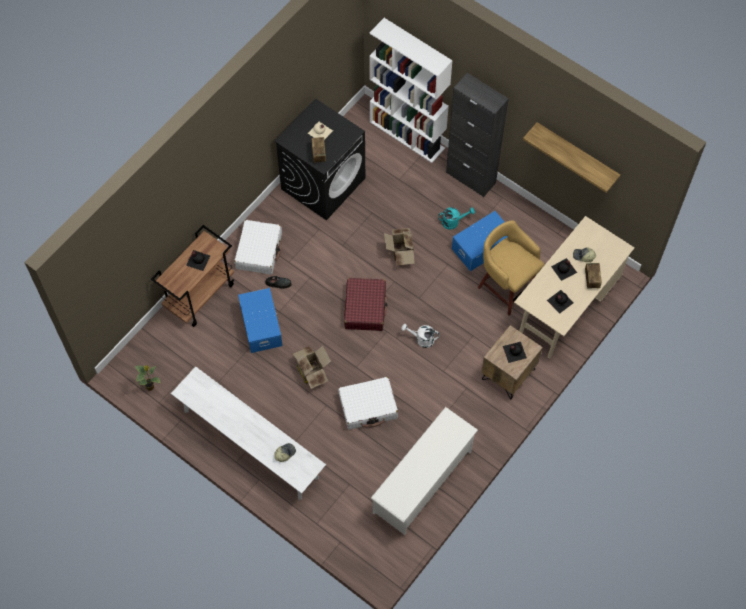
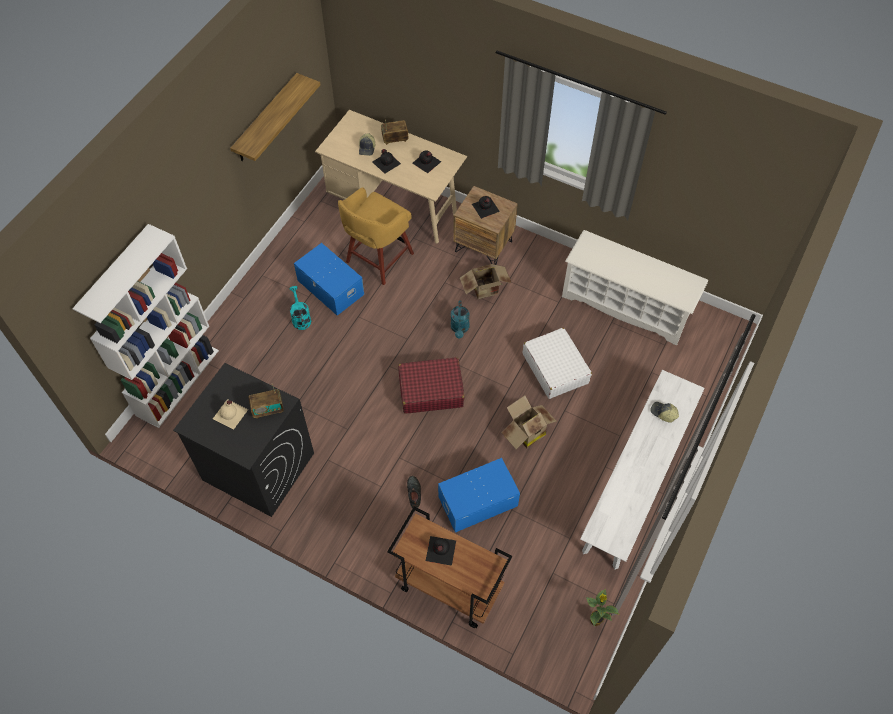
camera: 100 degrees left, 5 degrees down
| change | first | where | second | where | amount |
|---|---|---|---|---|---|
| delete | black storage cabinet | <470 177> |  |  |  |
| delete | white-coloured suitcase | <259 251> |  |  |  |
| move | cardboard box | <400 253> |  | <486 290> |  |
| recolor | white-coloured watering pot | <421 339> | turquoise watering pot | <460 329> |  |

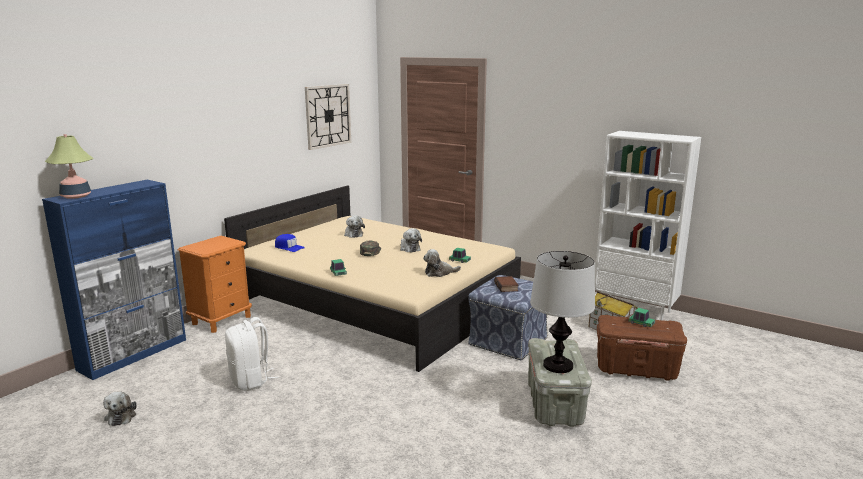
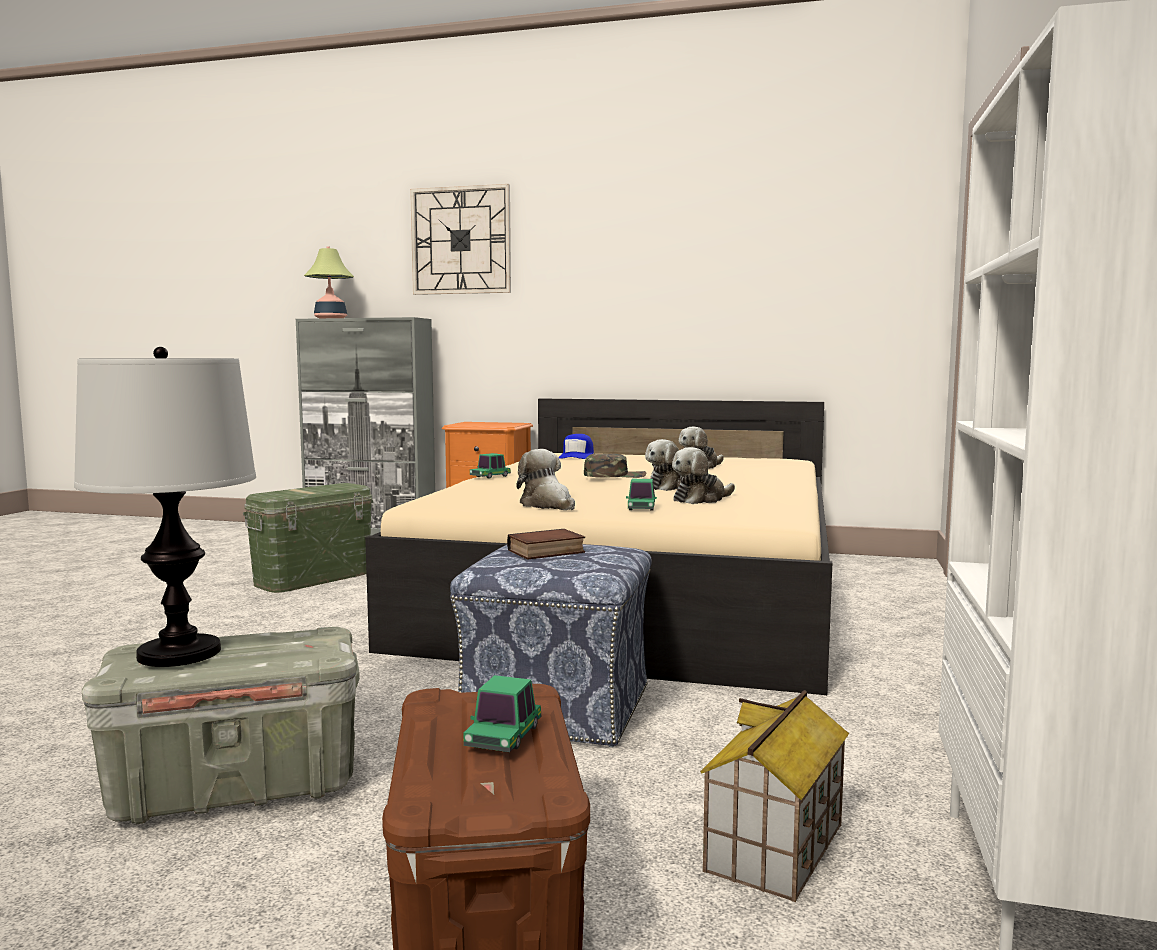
camera: 70 degrees right, 10 degrees down
| change | first | where | second | where | amount |
|---|---|---|---|---|---|
| move | hanging clock | <328 116> |  | <461 240> |  |
| recolor | bluish storage cabinet | <134 354> | grey storage cabinet | <371 534> |  |
| replace | white-coloured rucksack | <250 381> | green storage box | <313 578> |  |
| move | soft toy | <121 416> |  | <701 499> |  |

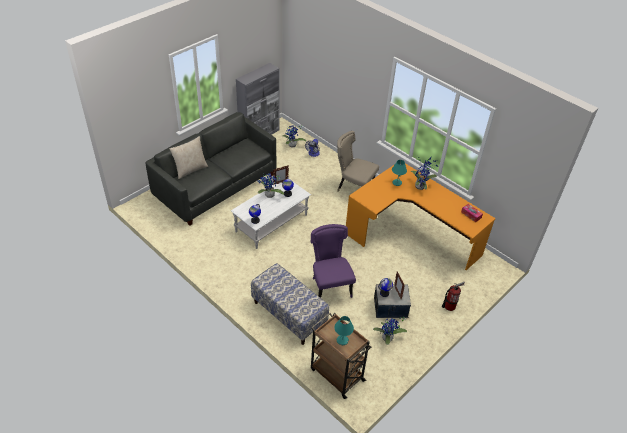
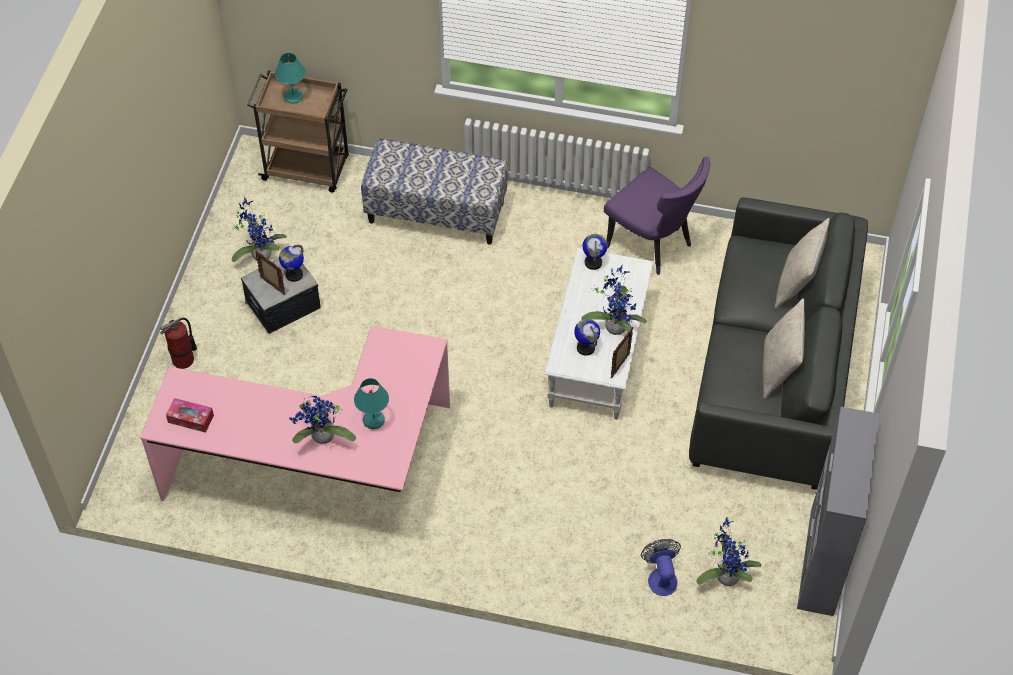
camera: 150 degrees right, 10 degrees up
| change | first | where | second | where | amount |
|---|---|---|---|---|---|
| delete | sand-coloured chair | <353 189> |  |  |  |
| recolor | orange-coloured desk unit | <412 234> | pink-coloured desk unit | <321 474> |  |
| move | purple-coloured chair | <329 287> |  | <653 245> |  |
| insert |  |  | sand-coloured cushion | <779 369> |  |

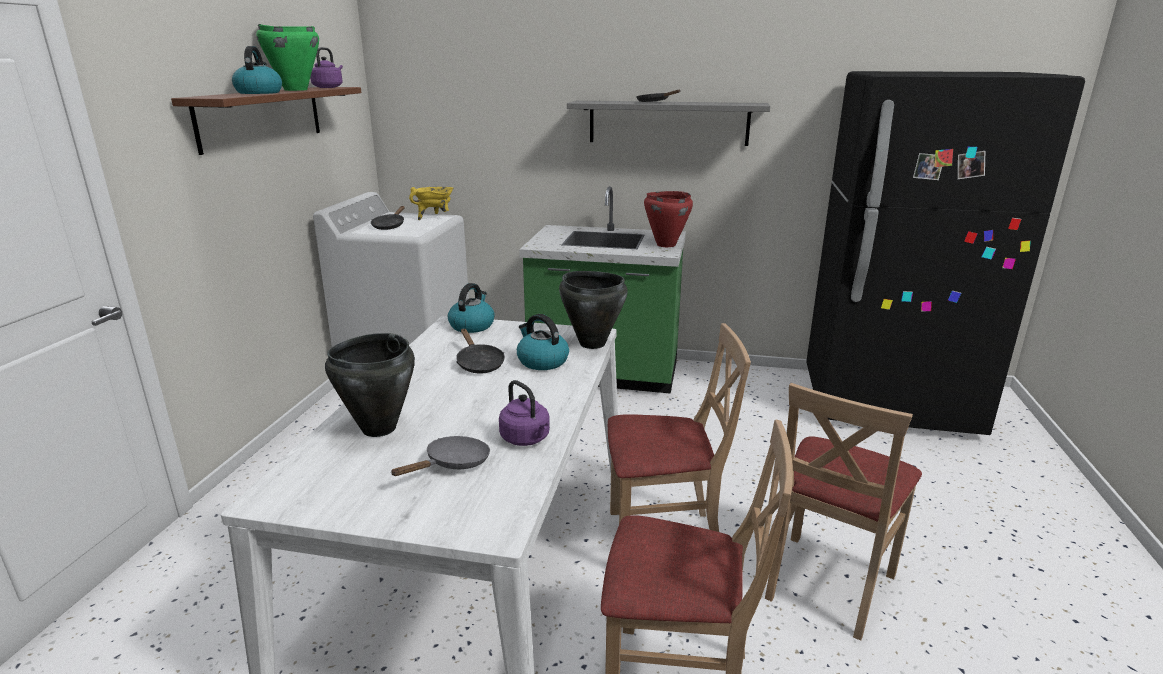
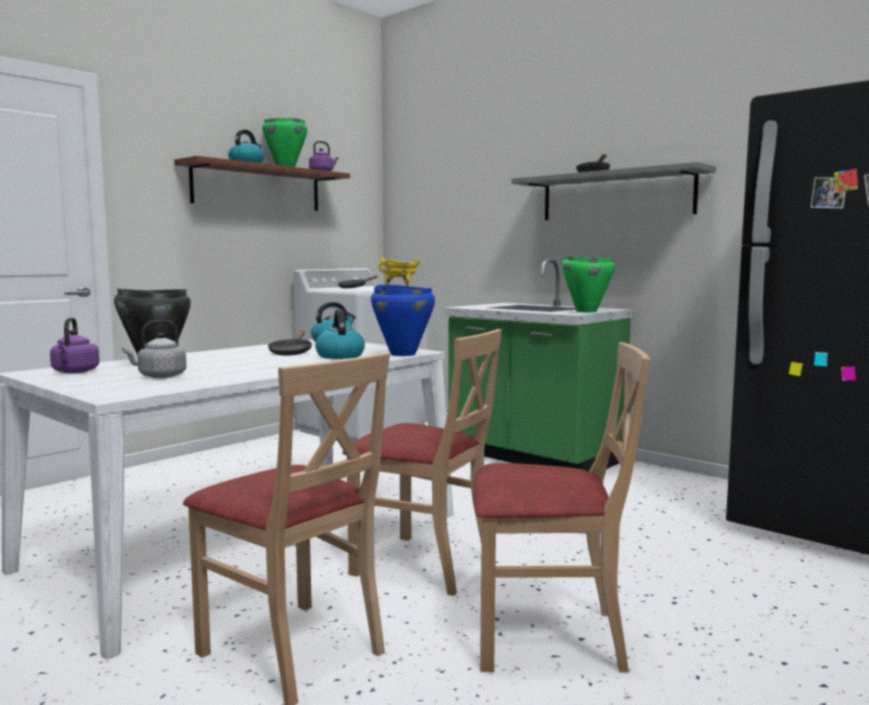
camera: 30 degrees right, 15 degrees down
| change | first | where | second | where | amount |
|---|---|---|---|---|---|
| recolor | red-coloured stockpot | <665 245> | green stockpot | <586 311> |  |
| recolor | black stockpot | <592 343> | bluish stockpot | <403 354> |  |
| move | purple-coloured tea kettle | <526 439> |  | <75 372> |  |
| rotate | sand-coloured chair | <827 583> |  | <548 637> | 150 degrees counterclockwise |
| replace | grey frying pan | <453 464> | grey tea kettle | <159 376> |  |

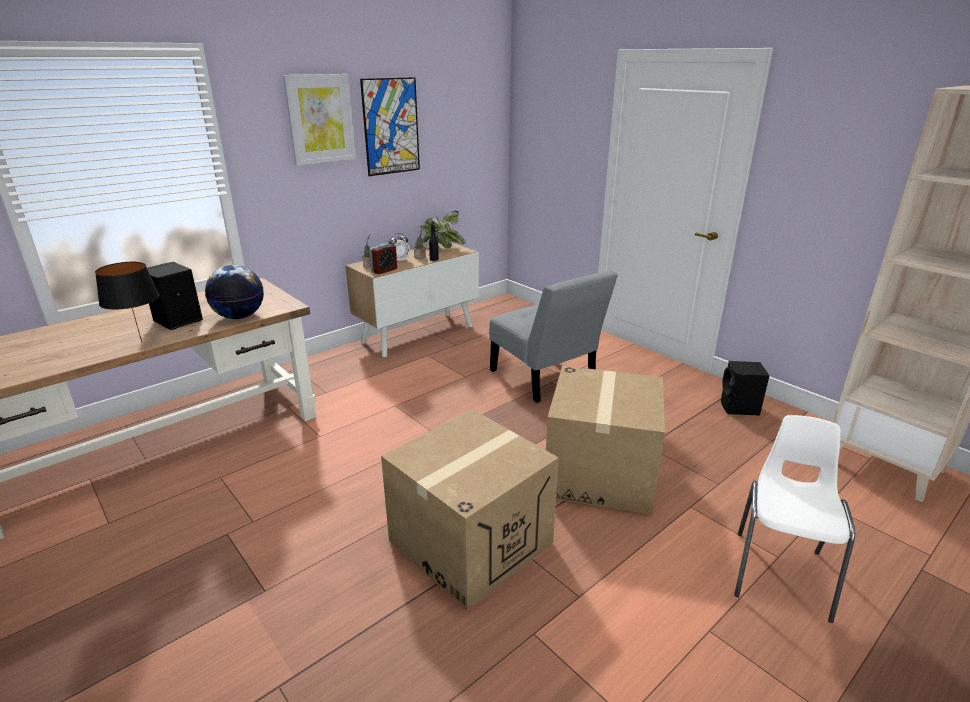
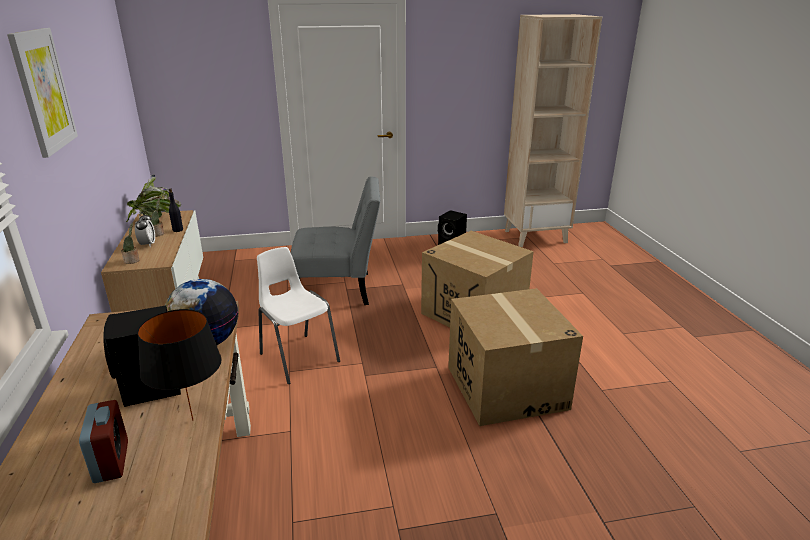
camera: 60 degrees left, 0 degrees up
| change | first | where | second | where | amount |
|---|---|---|---|---|---|
| delete | wall picture | <391 126> |  |  |  |
| move | table clock | <384 270> |  | <111 461> |  |
| move | white-coloured chair | <780 572> |  | <298 357> |  |

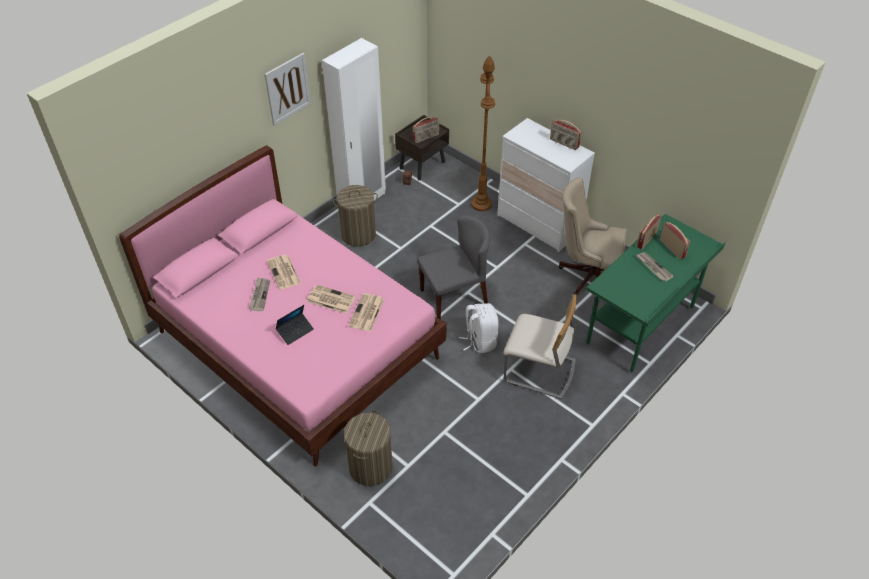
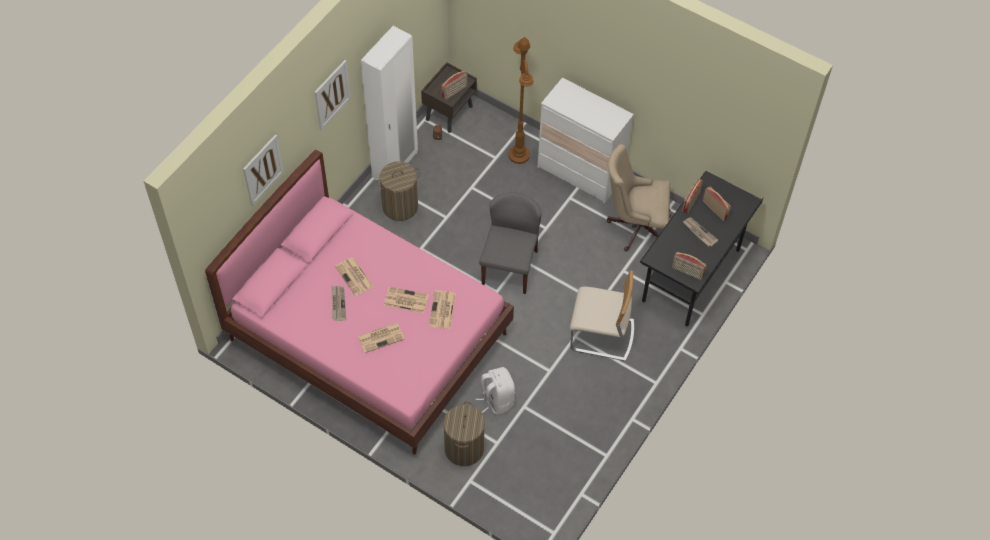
camera: 10 degrees left, 10 degrees up
| change | first | where | second | where | amount |
|---|---|---|---|---|---|
| move | radio set | <564 143> |  | <687 272> |  |
| recolor | green desk unit | <640 326> | black desk unit | <691 276> |  |
| rotate | grey chair | <454 297> |  | <509 267> | 45 degrees counterclockwise |
| move | white-coloured rucksack | <480 341> |  | <496 400> |  |
| replace | laptop | <295 331> | newspaper | <381 337> |  |
| insert |  |  | wall picture | <263 170> |  |

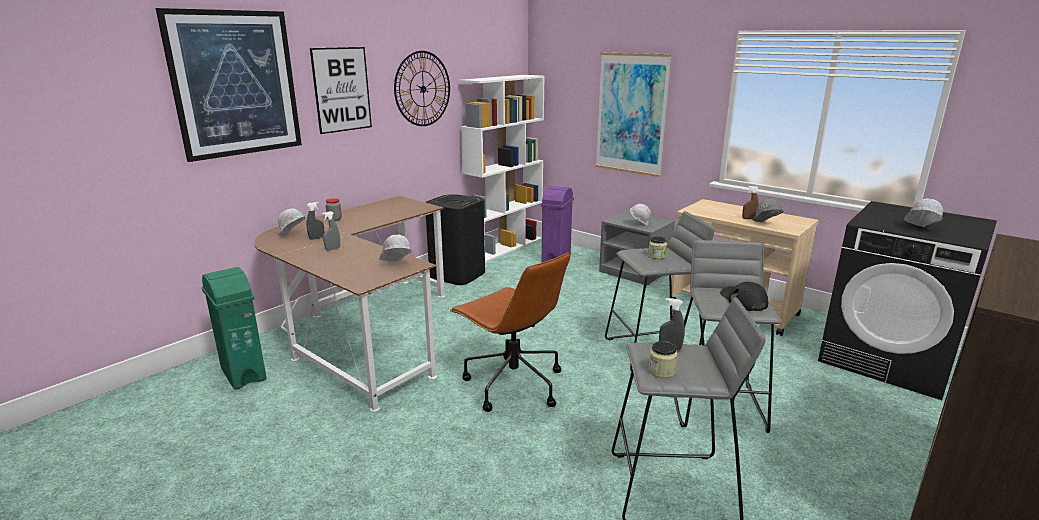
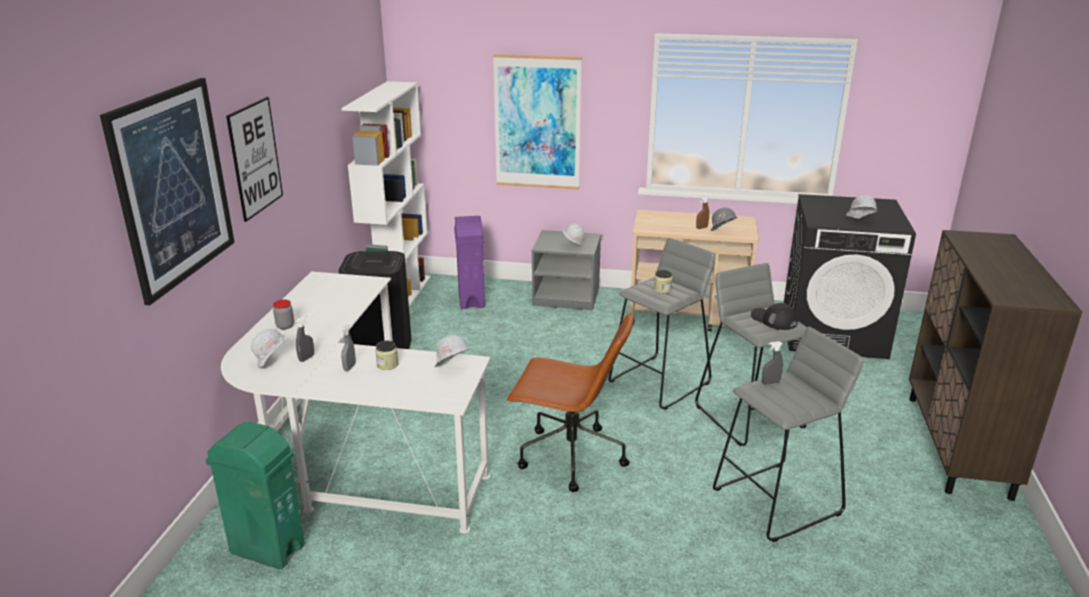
camera: 30 degrees left, 5 degrees up
| change | first | where | second | where | amount |
|---|---|---|---|---|---|
| delete | hanging clock | <423 89> |  |  |  |
| recolor | brown desk unit | <363 334> | white-coloured desk unit | <353 455> |  |
| move | jar | <661 371> |  | <387 365> |  |

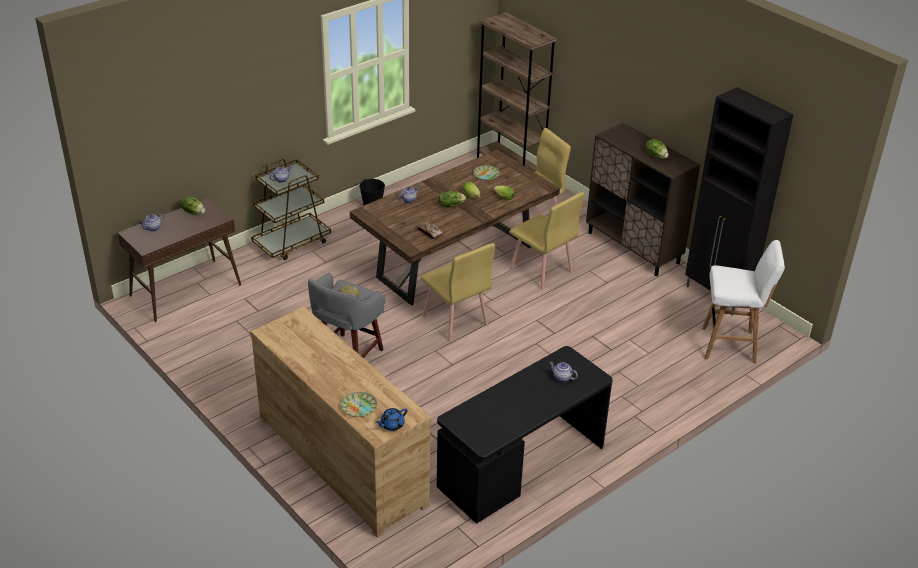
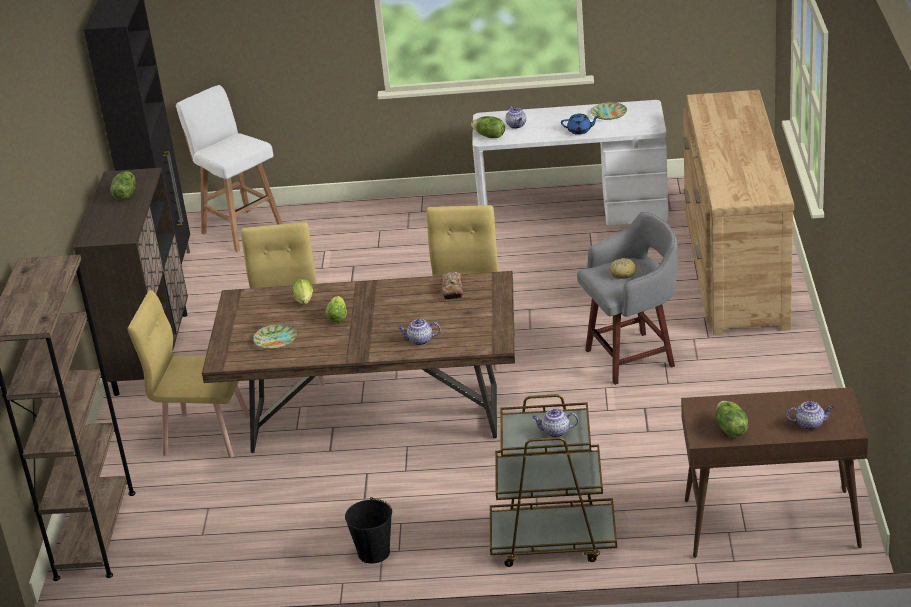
camera: 135 degrees left, 5 degrees down
| change | first | where | second | where | amount |
|---|---|---|---|---|---|
| move | lettuce | <451 205> |  | <489 136> |  |
| recolor | black desk unit | <522 466> | white-coloured desk unit | <573 211> |  |
| move | dinner plate | <359 406> |  | <608 114> |  |
| move | bluish teapot | <391 425> |  | <580 131> |  |

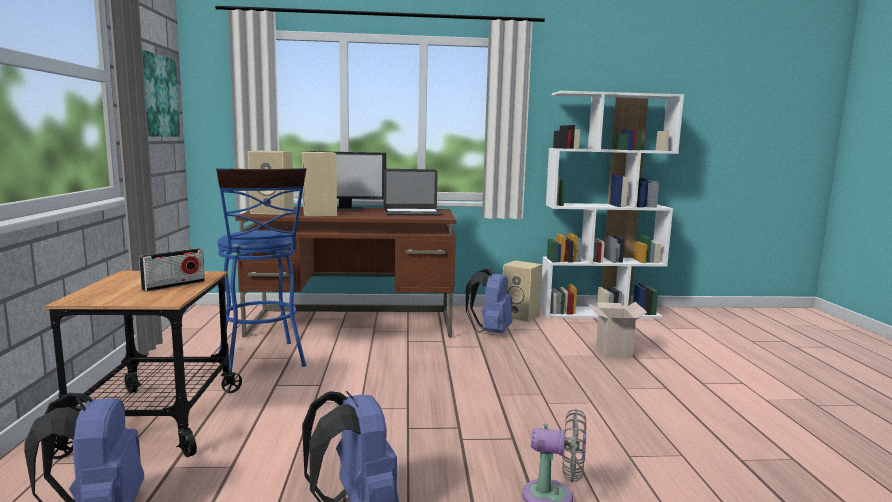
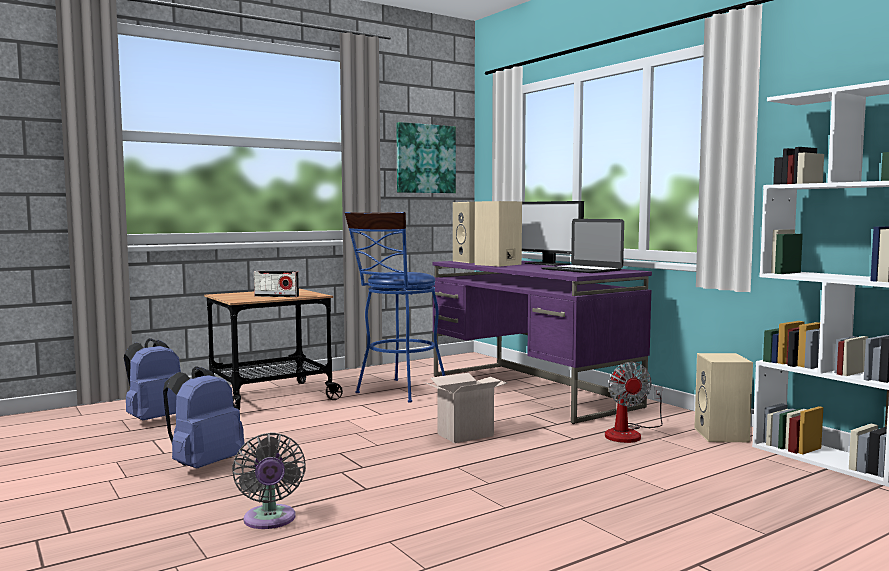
camera: 60 degrees right, 5 degrees down
| change | first | where | second | where | amount |
|---|---|---|---|---|---|
| recolor | brown desk unit | <353 324> | purple-coloured desk unit | <531 391> |  |
| replace | bluish rucksack | <490 332> | fan | <629 433> |  |
| move | cardboard box | <612 351> |  | <466 434> |  |

